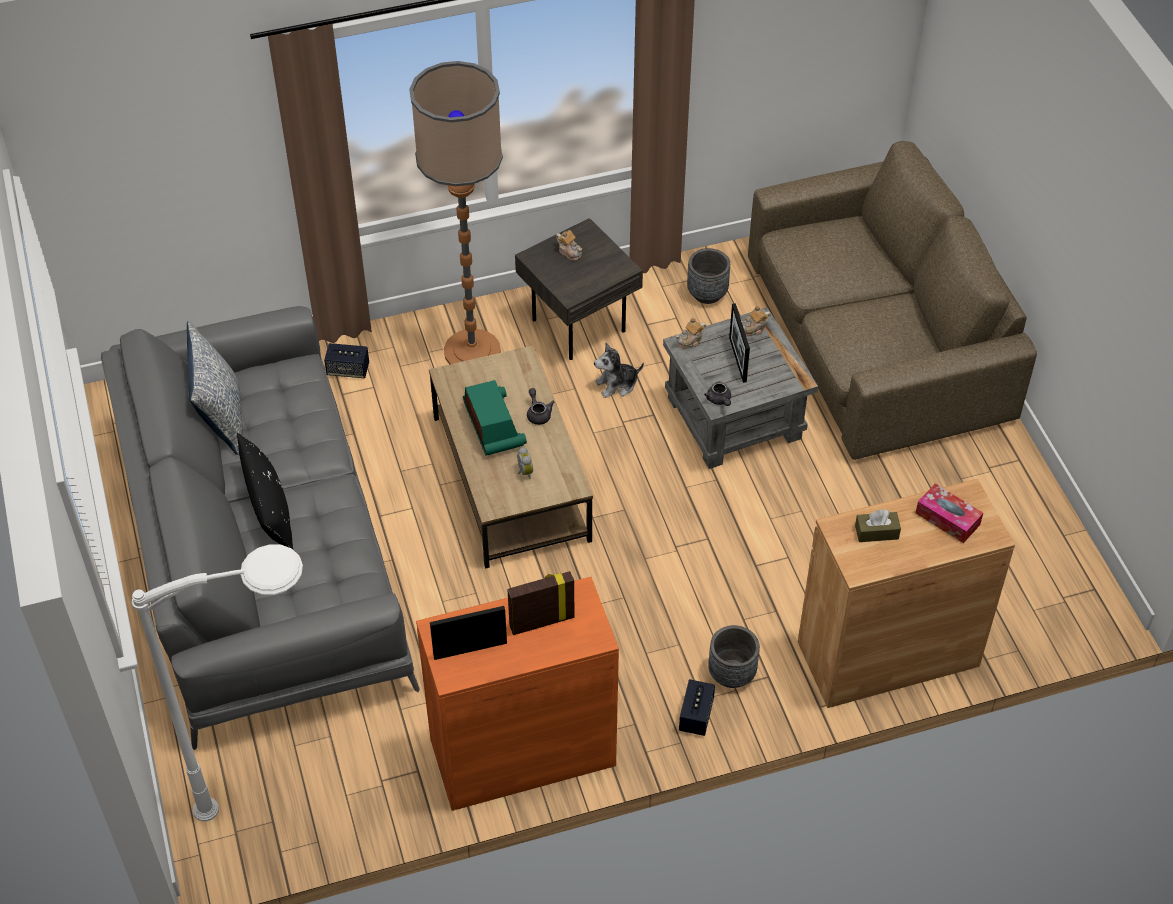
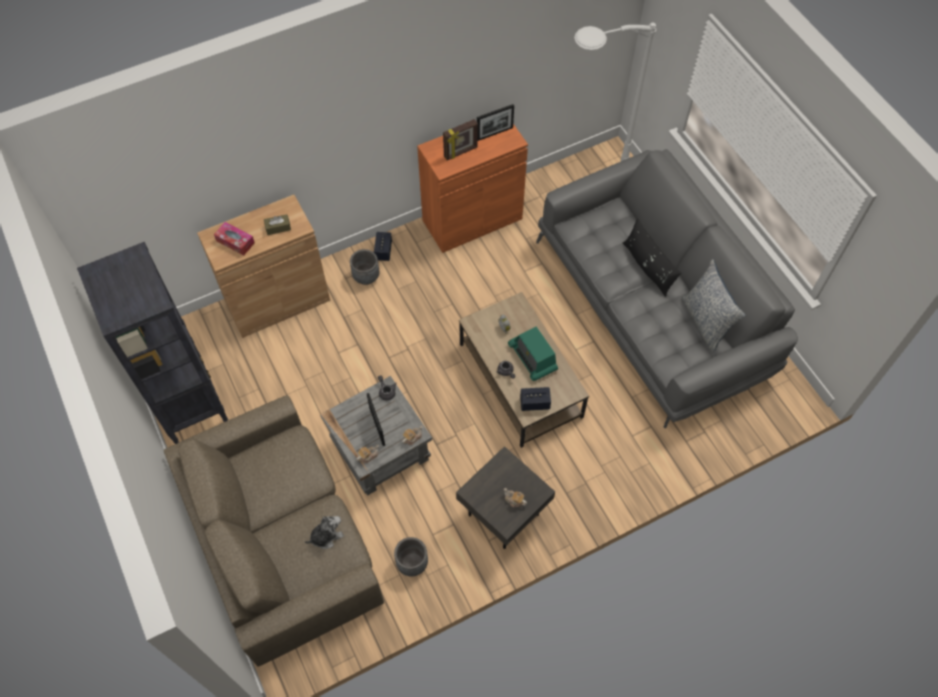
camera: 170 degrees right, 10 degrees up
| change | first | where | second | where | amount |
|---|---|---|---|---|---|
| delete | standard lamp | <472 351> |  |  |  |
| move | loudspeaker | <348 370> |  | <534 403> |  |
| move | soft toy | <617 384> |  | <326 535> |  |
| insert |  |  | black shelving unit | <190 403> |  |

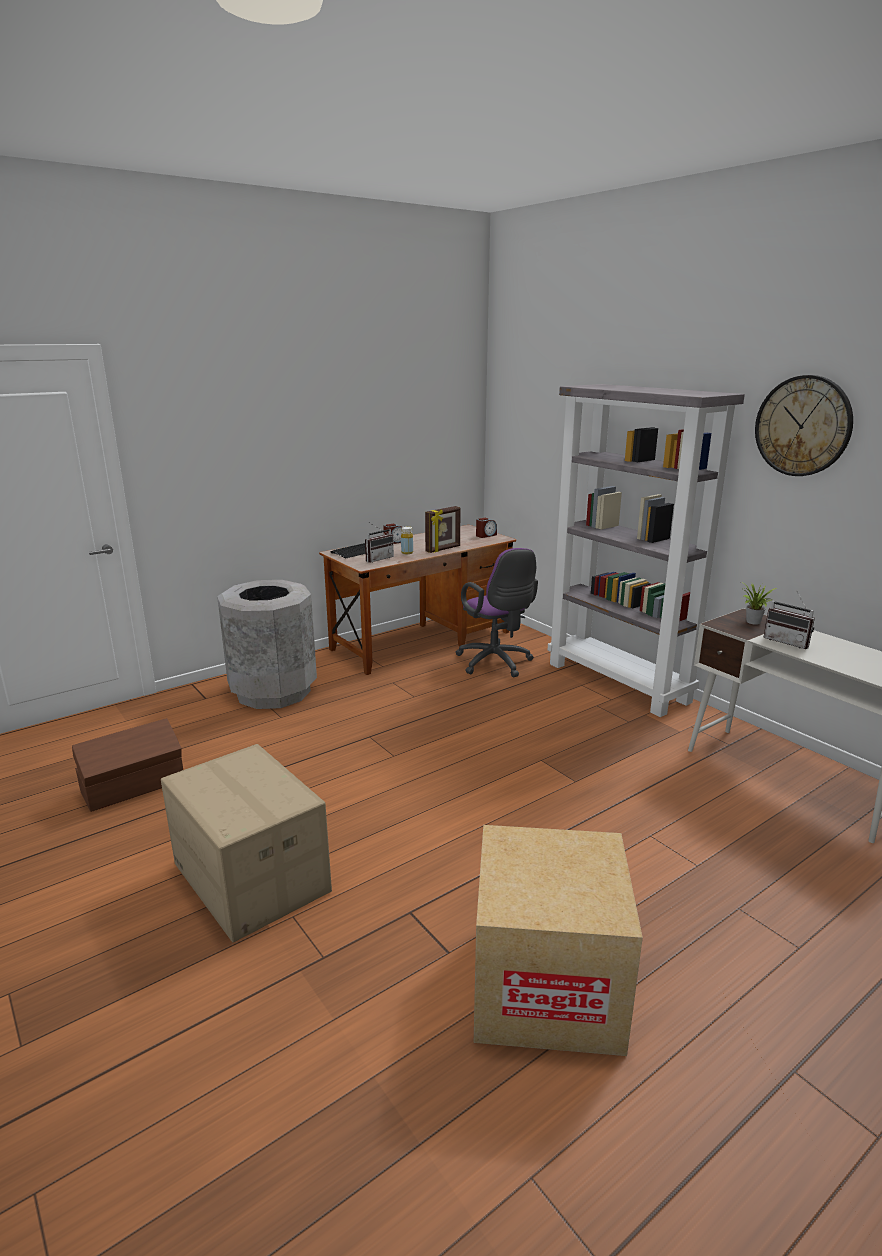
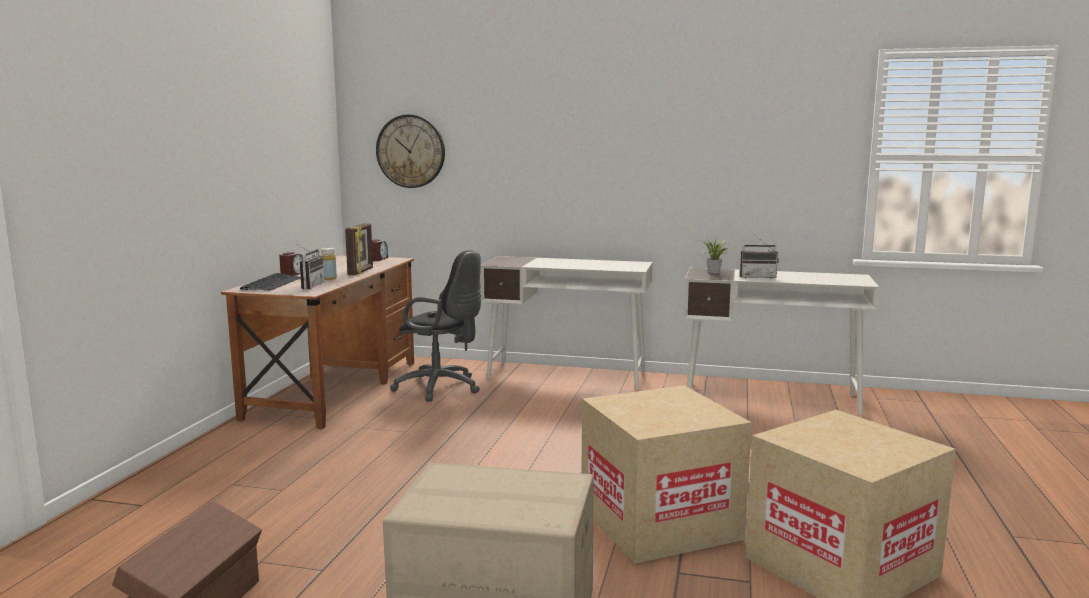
camera: 40 degrees left, 10 degrees down
| change | first | where | second | where | amount |
|---|---|---|---|---|---|
| move | hanging clock | <803 426> |  | <411 151> |  |
| replace | grey shelving unit | <619 682> | white-coloured desk unit | <567 375> |  |
| recolor | purple-coloured desk chair | <496 664> | black desk chair | <442 388> |  |
| delete | grey trash can | <273 691> |  |  |  |
| insert |  |  | cardboard box | <659 523> |  |

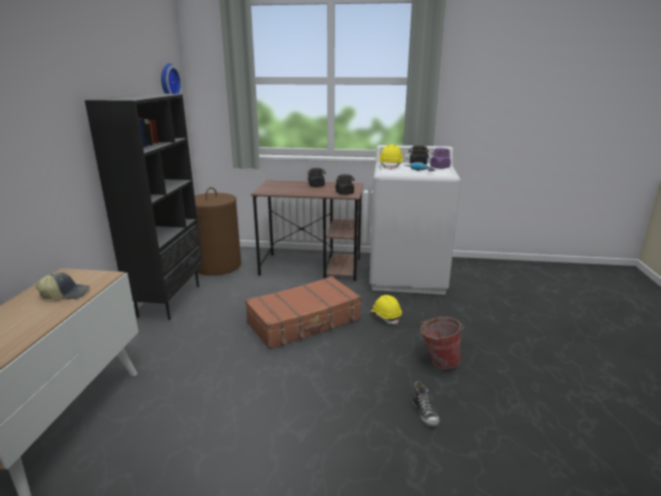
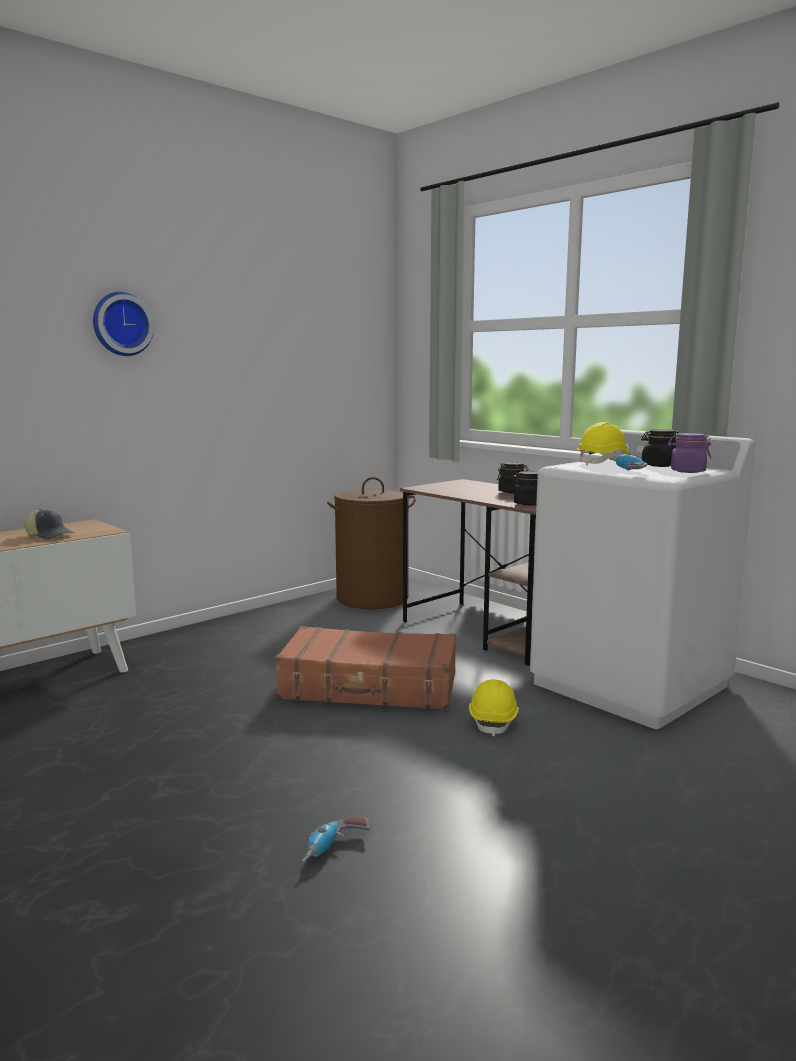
camera: 40 degrees right, 10 degrees down
| change | first | where | second | where | amount |
|---|---|---|---|---|---|
| move | hanging clock | <168 82> |  | <121 324> |  |
| delete | black shelving unit | <169 300> |  |  |  |
| delete | water bucket | <438 361> |  |  |  |
| replace | item of footwear | <424 413> | drill | <334 849> |  |

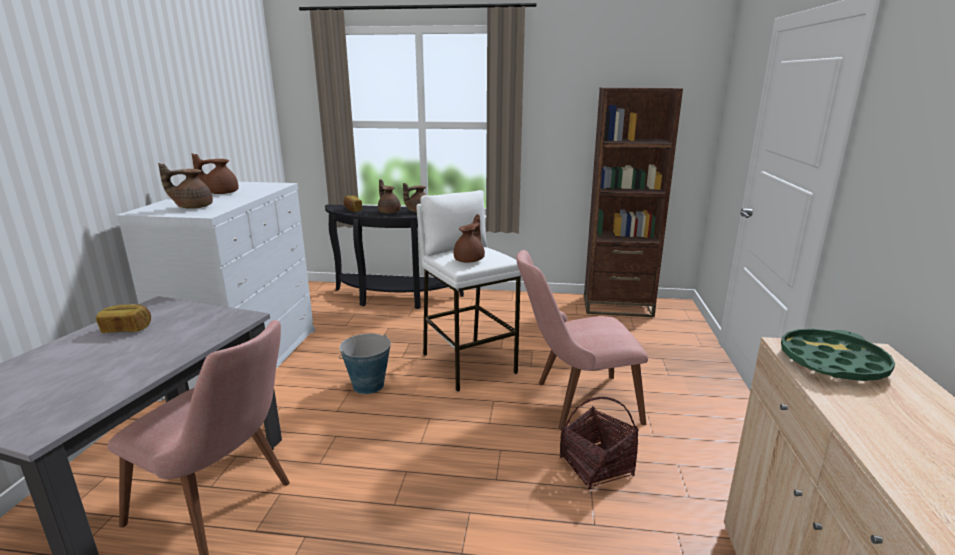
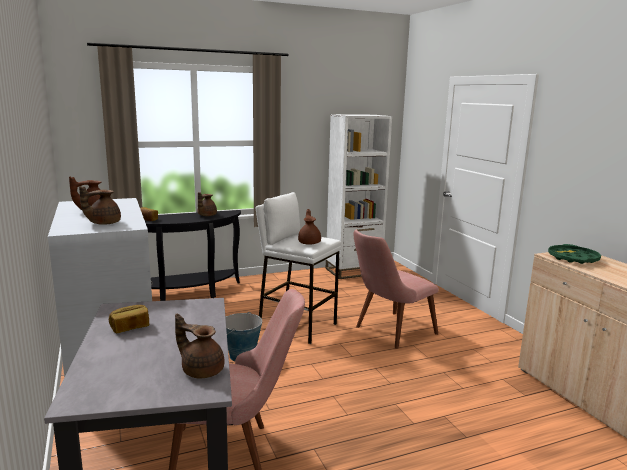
camera: 30 degrees left, 5 degrees down
| change | first | where | second | where | amount |
|---|---|---|---|---|---|
| recolor | brown shelving unit | <617 306> | white-coloured shelving unit | <353 271> |  |
| move | brown teapot | <389 212> |  | <201 370> |  |
| delete | storage basket | <596 467> |  |  |  |

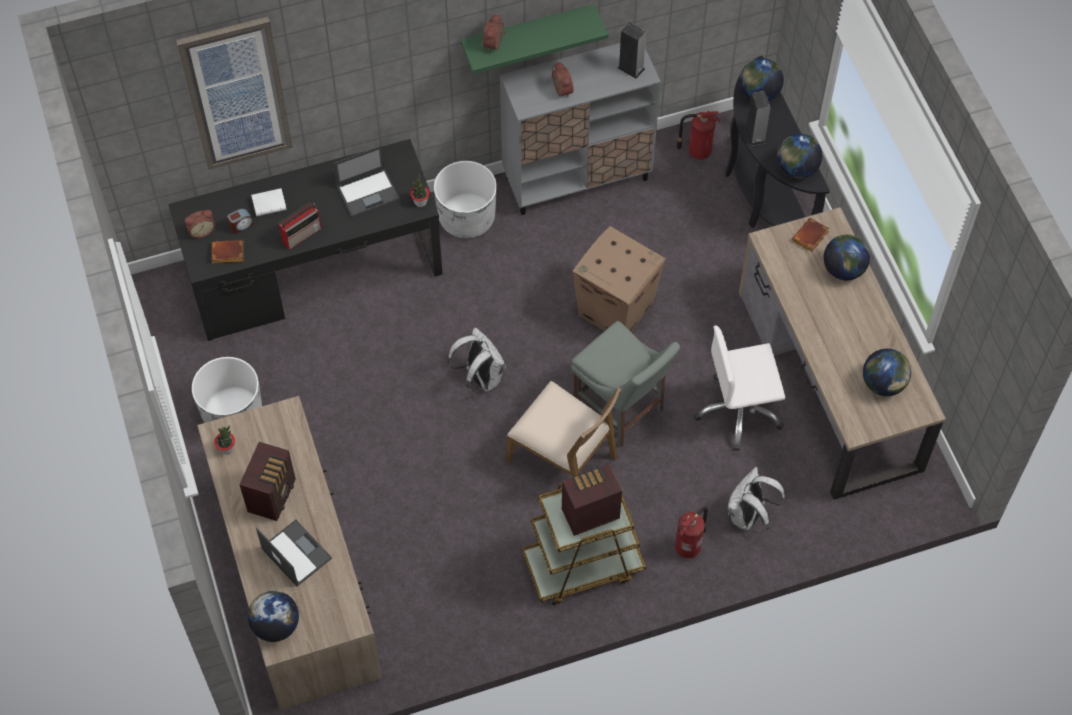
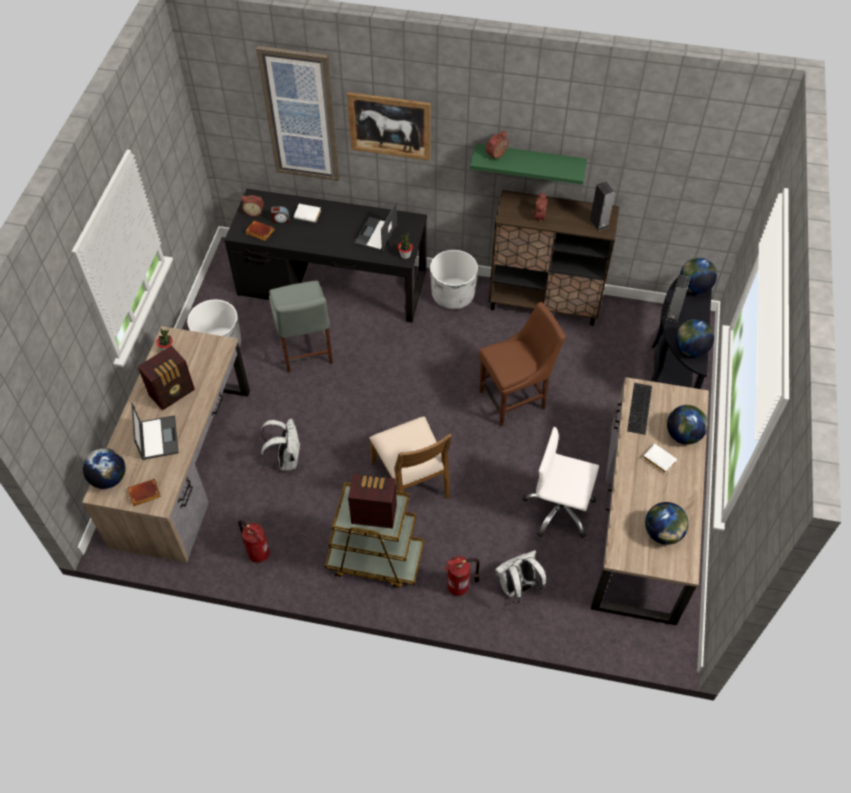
camera: 30 degrees right, 5 degrees down
| change | first | where | second | where | amount |
|---|---|---|---|---|---|
| recolor | grey storage cabinet | <577 178> | brown storage cabinet | <544 303> |  |
| move | fire-fighting cylinder | <697 151> |  | <258 553> |  |
| rotate | laptop | <368 192> |  | <376 235> | 105 degrees clockwise |
| delete | radio set | <302 234> |  |  |  |
| move | brown book | <810 238> |  | <144 495> |  |
| replace | cardboard box | <616 309> | brown chair | <515 399> |  |
| move | grey chair | <621 411> |  | <306 352> |  |
| move | white-coloured rucksack | <480 377> |  | <286 459> |  |
| insert |  |  | wall picture | <390 126> |  |
| insert |  |  | PC keyboard | <640 409> |  |
| insert |  |  | white-coloured book | <657 460> |  |

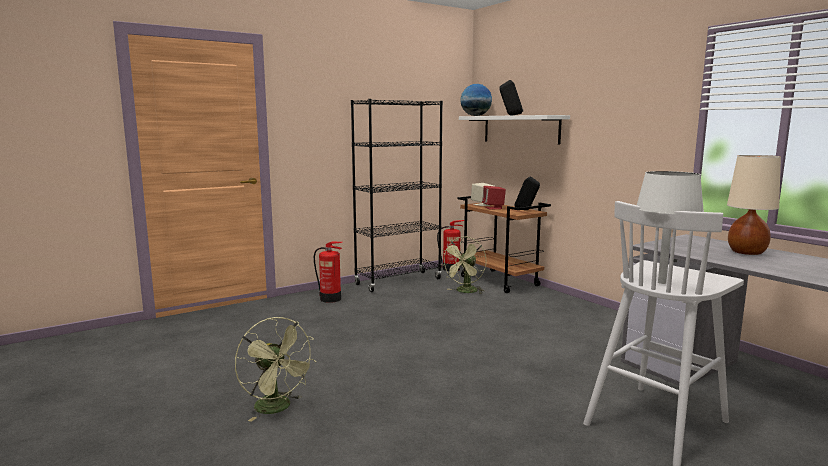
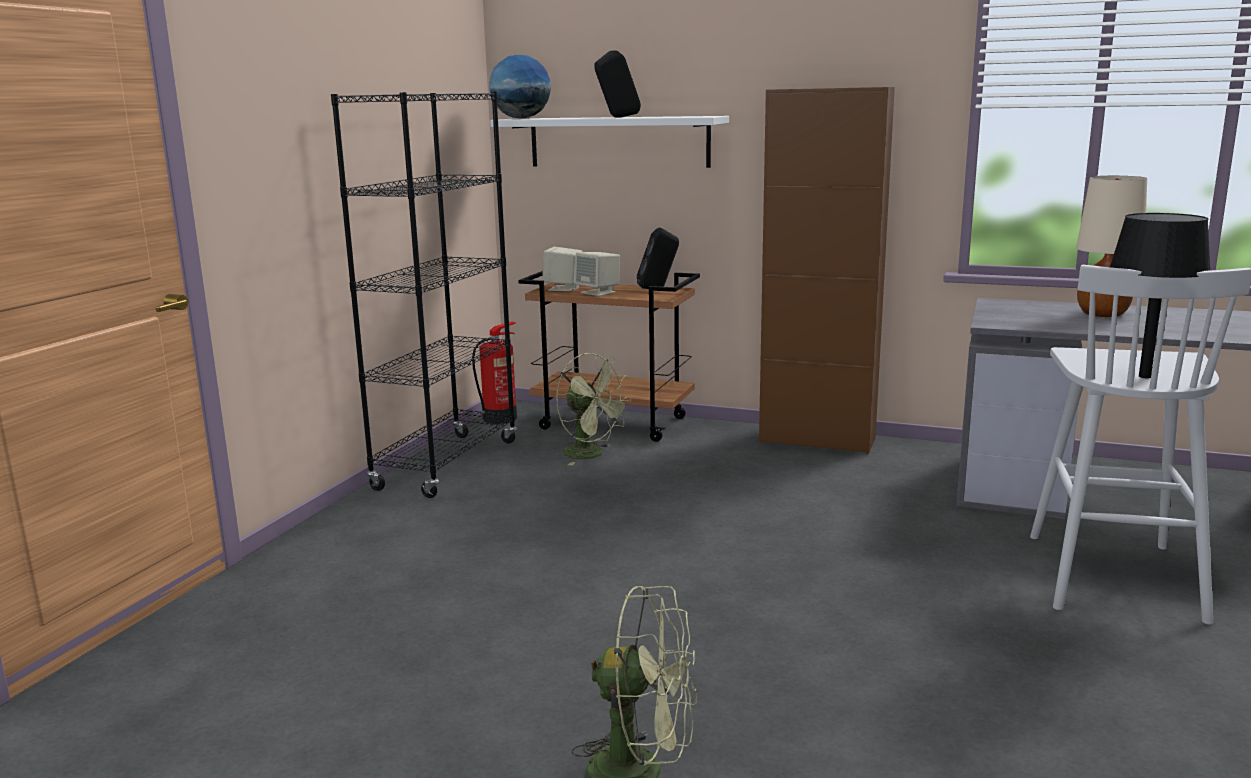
camera: 35 degrees left, 5 degrees up
| change | first | where | second | where | amount |
|---|---|---|---|---|---|
| recolor | white-coloured table lamp | <661 282> | black table lamp | <1144 376> |  |
| recolor | red-coloured loudspeaker | <493 208> | sand-coloured loudspeaker | <598 292> |  |
| rotate | green fan | <465 292> |  | <591 455> | 45 degrees counterclockwise |
| delete | fire-fighting cylinder | <331 299> |  |  |  |
| insert |  |  | brown storage cabinet | <817 440> |  |

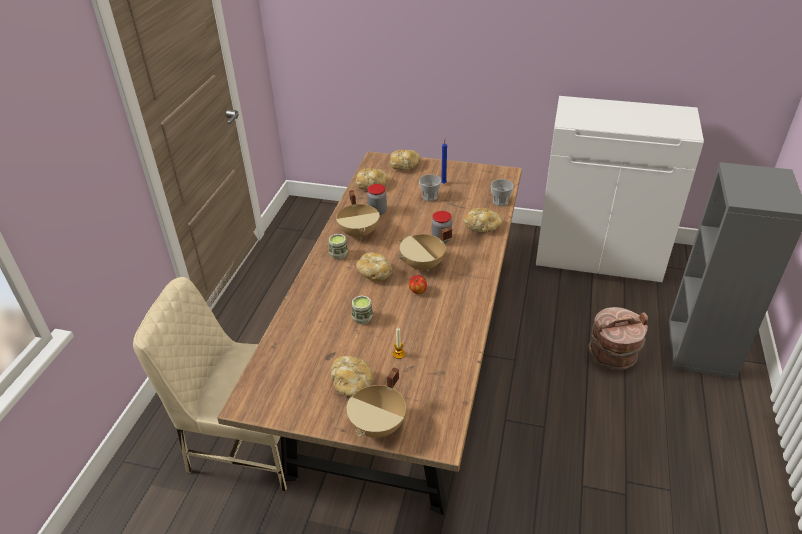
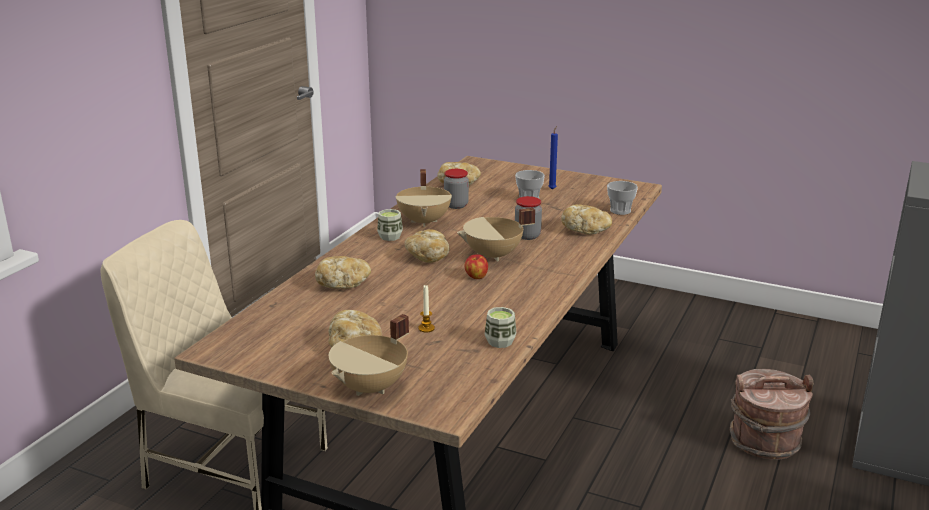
camera: 10 degrees right, 15 degrees down
| change | first | where | second | where | amount |
|---|---|---|---|---|---|
| delete | white-coloured storage cabinet | <598 255> |  |  |  |
| move | baked bread | <404 166> |  | <343 284> |  |
| move | cup | <362 318> |  | <500 341> |  |

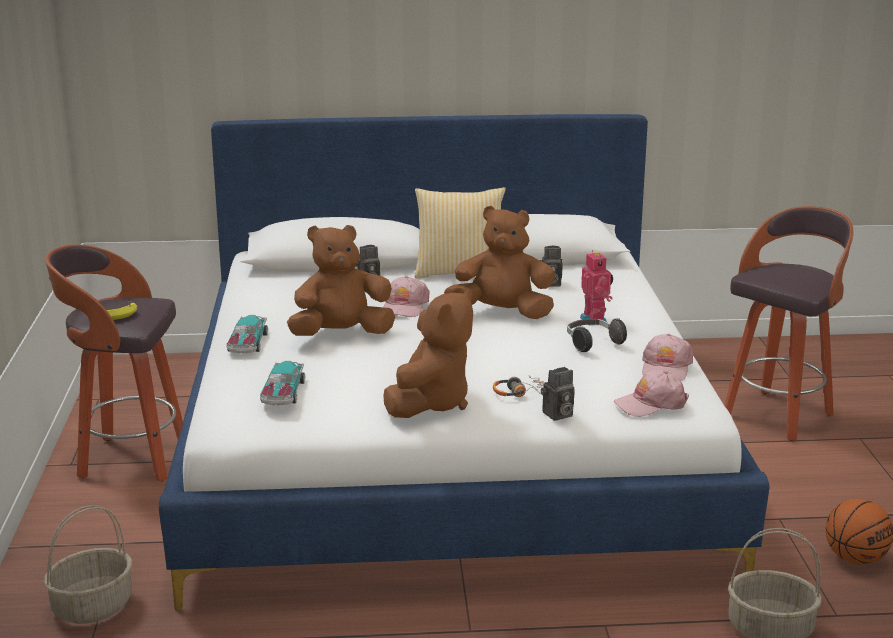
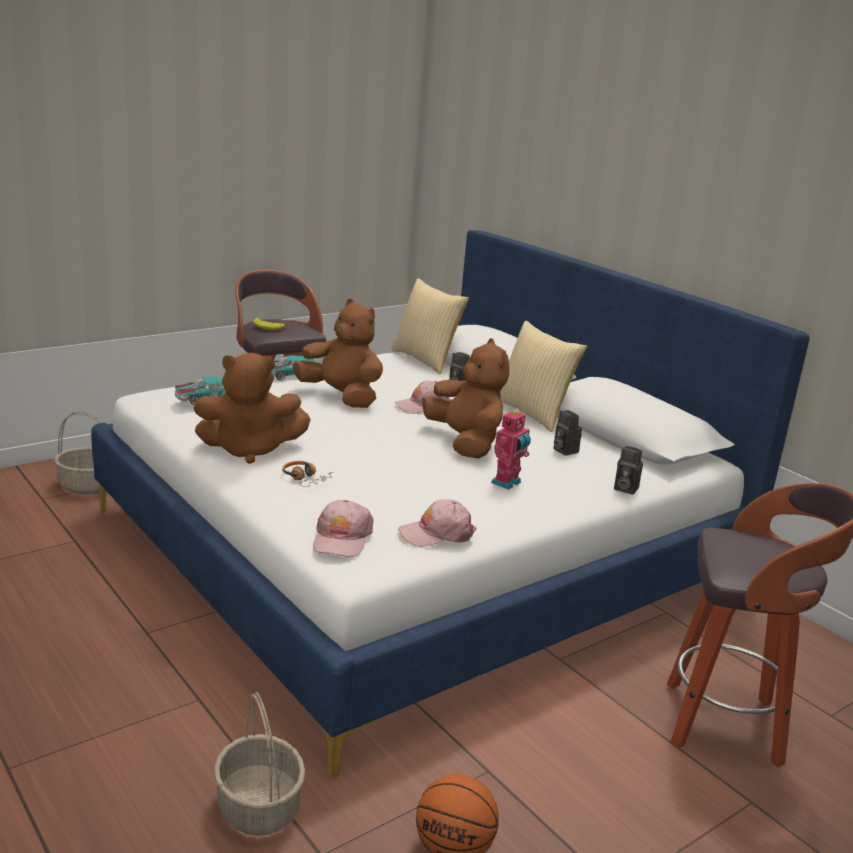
camera: 55 degrees right, 0 degrees up
| change | first | where | second | where | amount |
|---|---|---|---|---|---|
| delete | headset | <592 344> |  |  |  |
| move | still camera | <557 415> |  | <624 488> |  |
| rotate | pink-coloured peaked cap | <650 404> |  | <341 538> | 120 degrees counterclockwise |
| insert |  |  | cushion | <426 360> |  |

